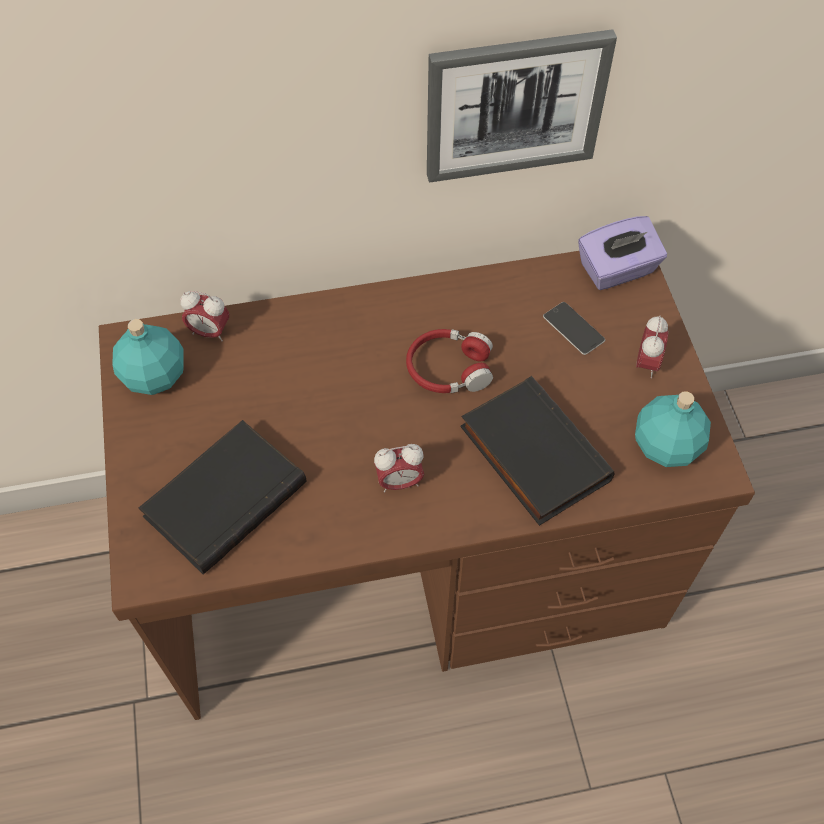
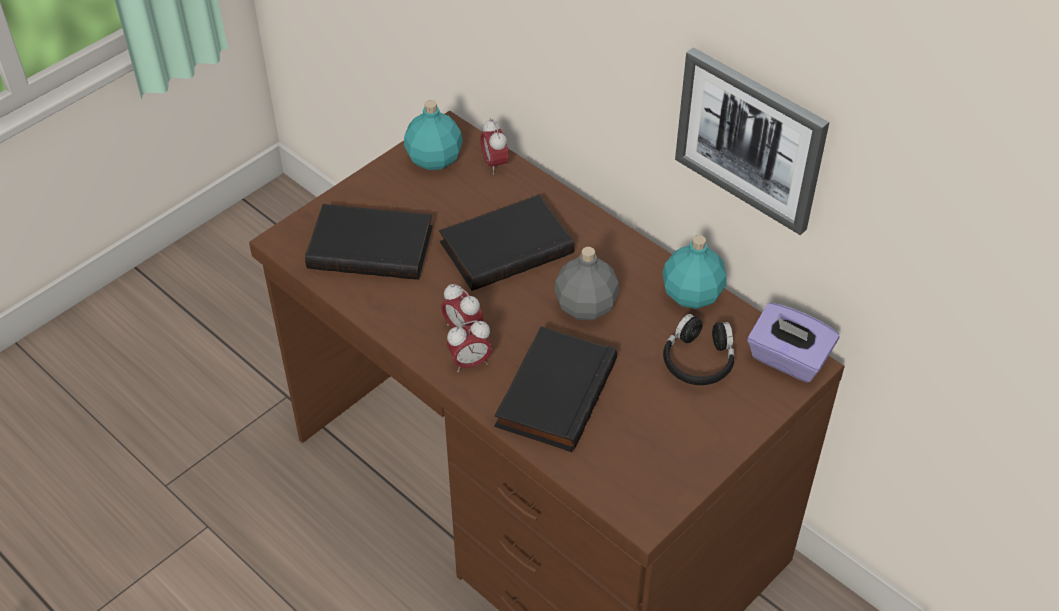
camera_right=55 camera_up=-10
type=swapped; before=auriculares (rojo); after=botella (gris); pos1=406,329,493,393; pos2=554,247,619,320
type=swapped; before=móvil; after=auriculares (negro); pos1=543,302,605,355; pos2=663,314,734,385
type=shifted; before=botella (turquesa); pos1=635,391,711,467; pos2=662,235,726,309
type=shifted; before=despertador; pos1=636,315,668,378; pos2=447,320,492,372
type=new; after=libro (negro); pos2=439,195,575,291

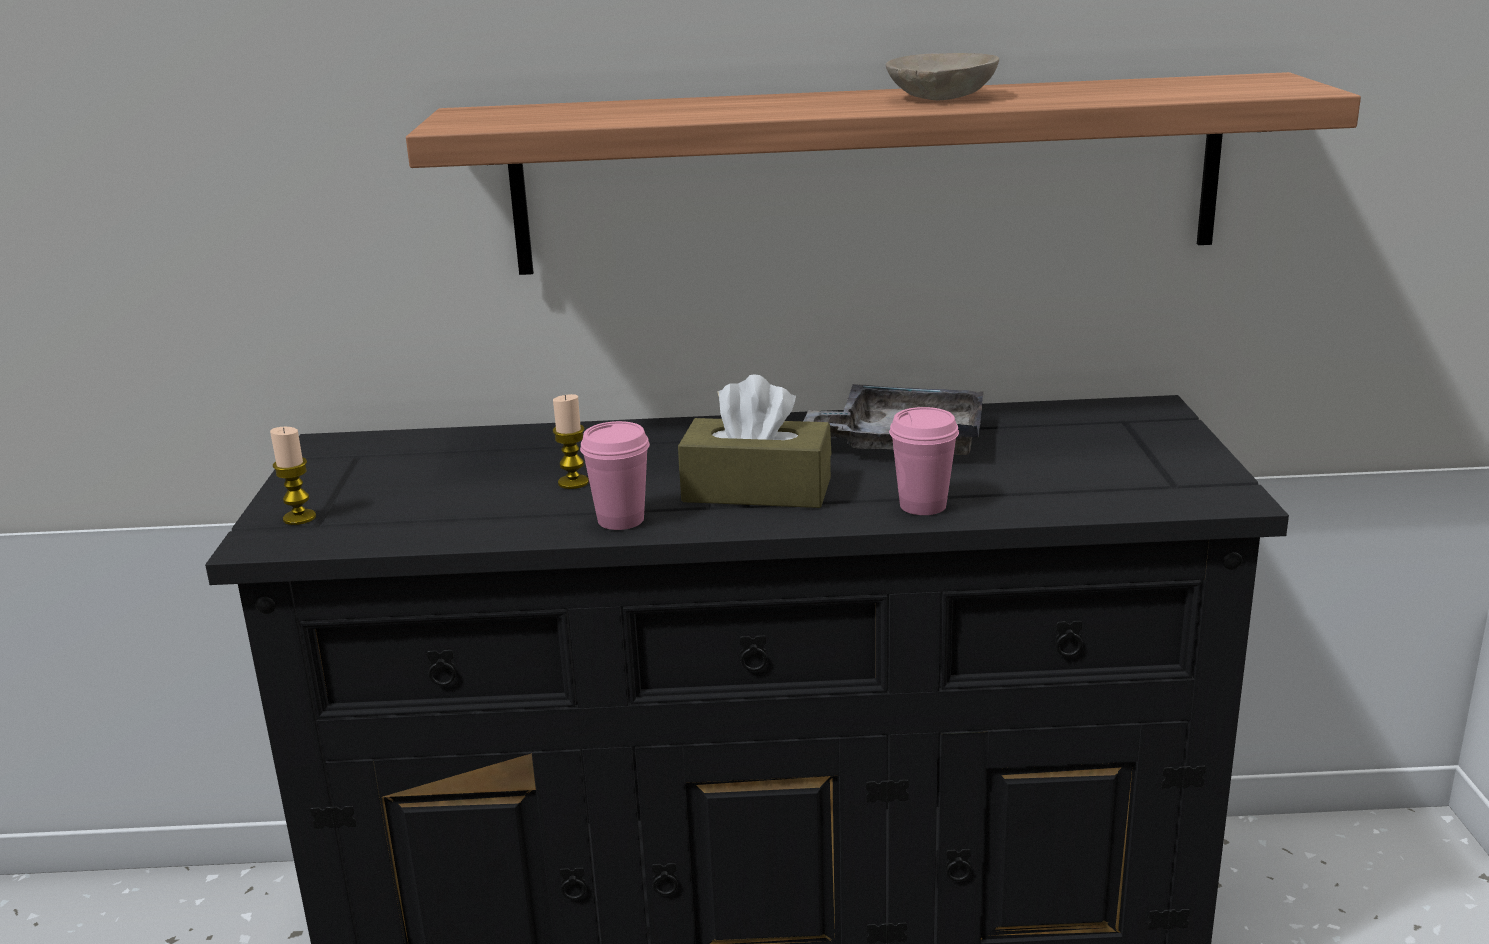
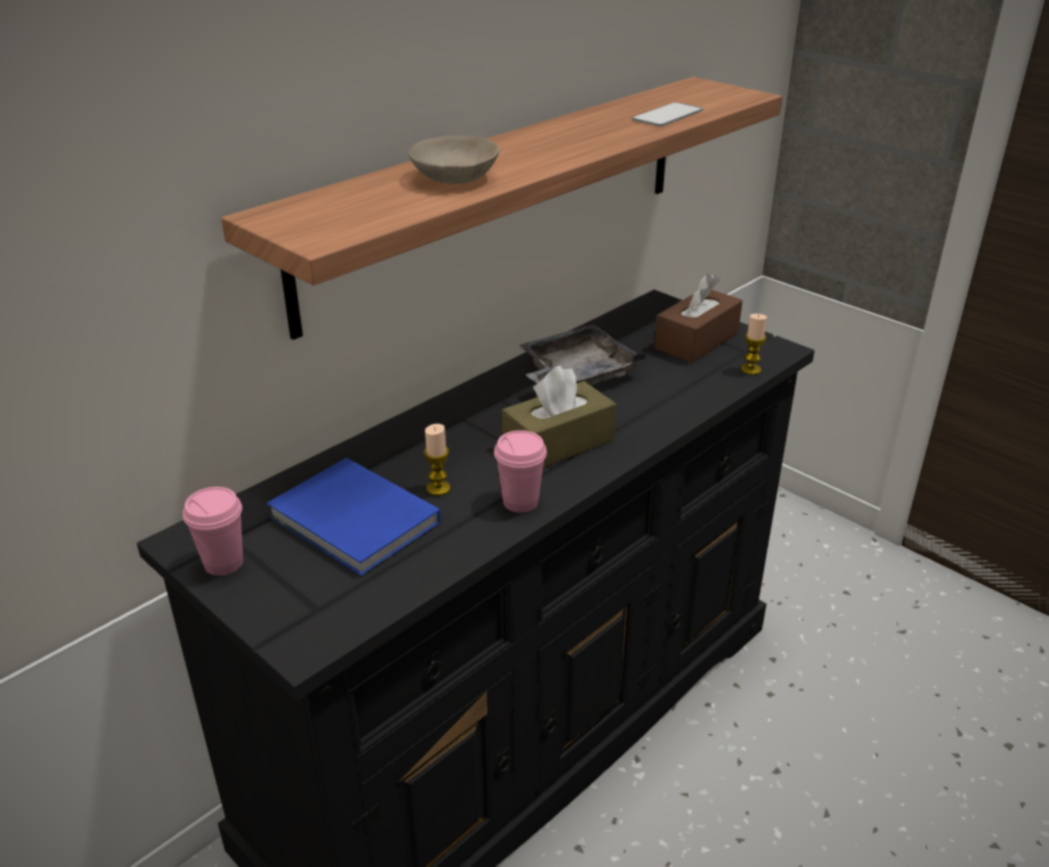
camera_right=-45 camera_up=10
type=shifted; before=vela; pos1=270,427,316,525; pos2=741,314,767,375
type=shifted; before=cuenco (beis); pos1=886,53,999,101; pos2=409,136,499,184
type=shifted; before=taza (rosa); pos1=889,407,959,515; pos2=183,487,243,576
type=new; after=libro (azul); pos2=267,458,441,576
type=new; after=móvil; pos2=633,102,703,126
type=new; after=caja de pañuelos (marrón); pos2=654,274,743,363

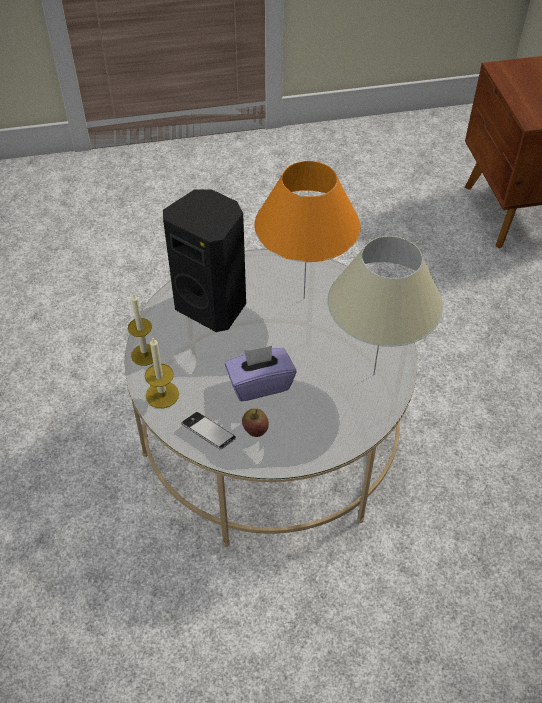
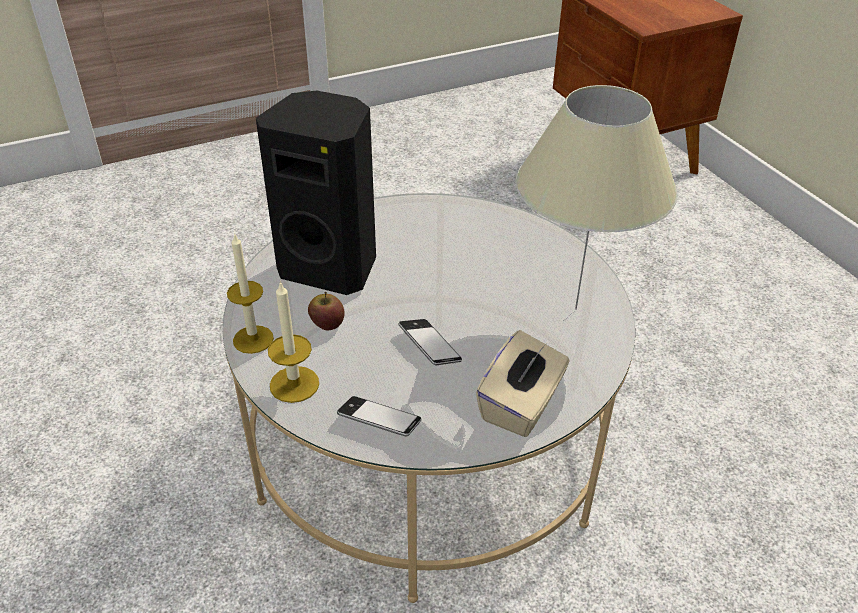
camera_right=-15 camera_up=-10
type=swapped; before=caja de pañuelos (morado); after=móvil; pos1=225,346,297,401; pos2=398,319,462,365
type=shifted; before=manzana; pos1=242,408,269,437; pos2=308,292,345,331
type=gone; before=lámpara de mesa (naranja); pos1=254,161,361,299
type=new; after=caja de pañuelos (beis); pos2=476,330,569,437

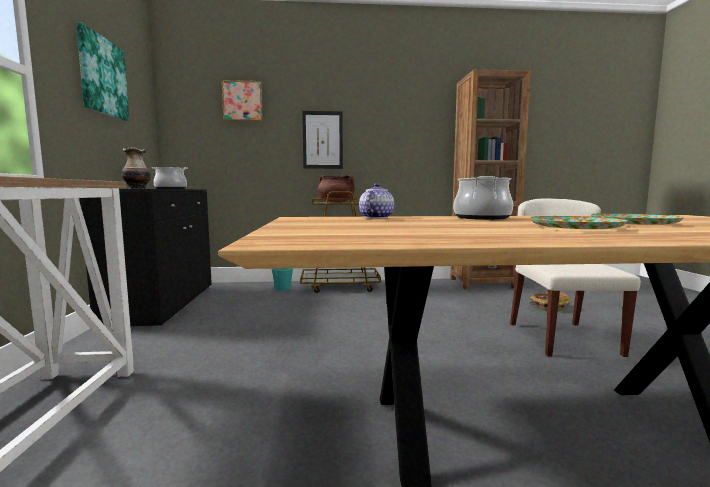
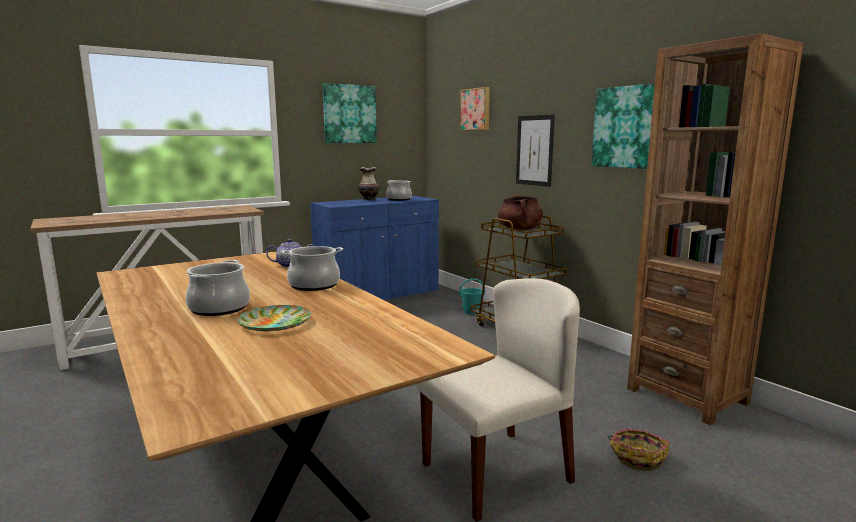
camera_right=60 camera_up=5
type=repainted; before=armario (negro); after=armario (azul); pos1=80,189,212,329; pos2=310,196,439,300
type=swapped; before=plato; after=olla; pos1=530,216,628,229; pos2=185,260,250,316
type=new; after=cuadro; pos2=591,83,655,169

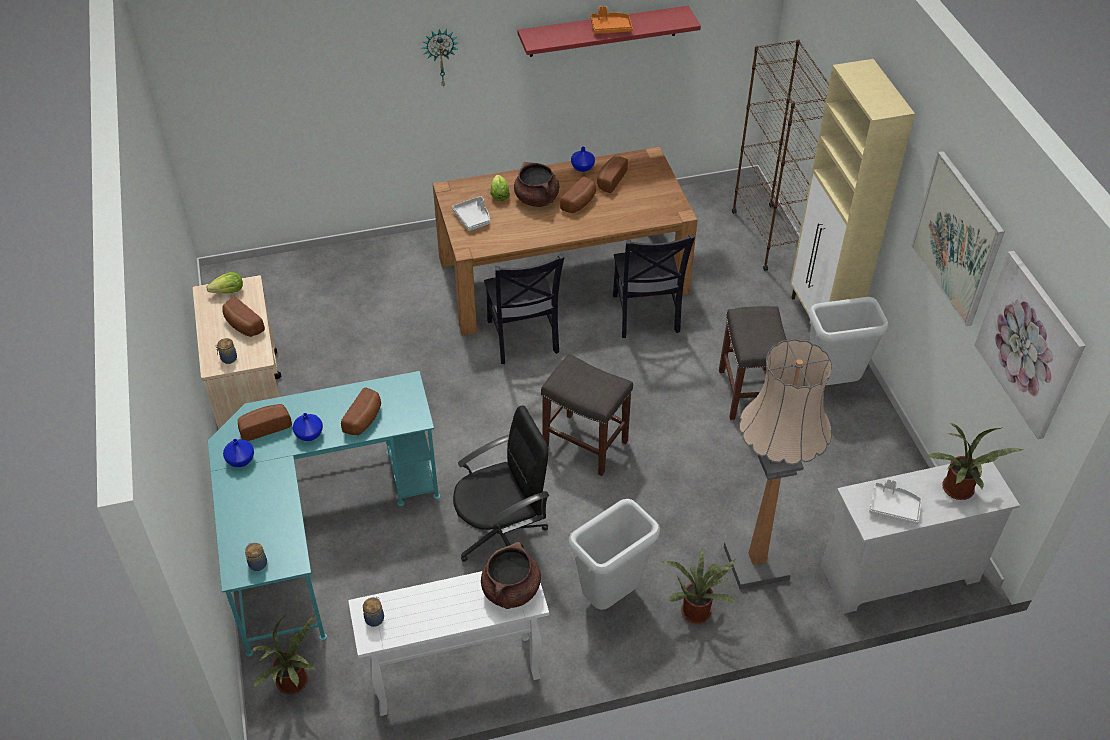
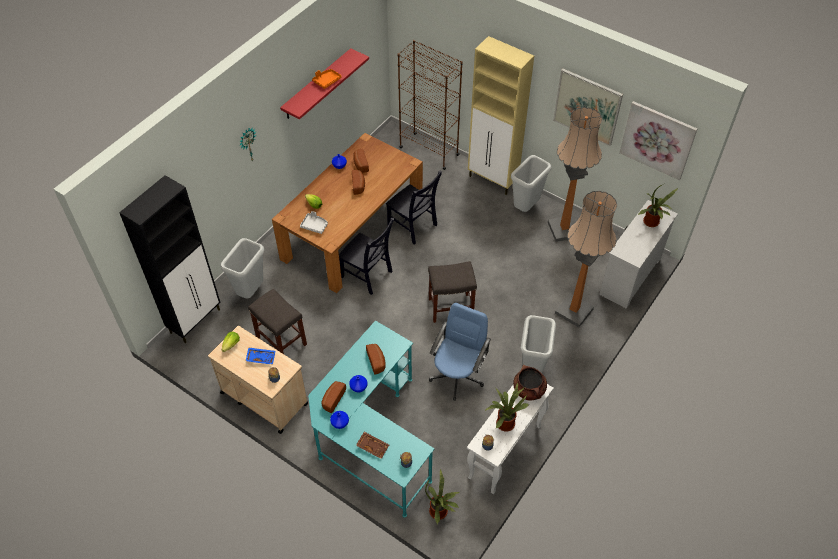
camera_right=-40 camera_up=5
type=swapped; before=pan; after=bandeja (azul); pos1=222,297,265,337; pos2=246,347,275,365
type=repainted; before=silla de oficina (negro); after=silla de oficina (azul); pos1=453,405,549,562; pos2=429,303,491,401
type=gone; before=olla (marrón); pos1=514,162,559,207
type=shifted; before=planta en maceta; pos1=660,547,737,624; pos2=485,382,529,432
type=shifted; before=taburete (gris); pos1=719,306,787,420; pos2=248,289,307,354
type=gone; before=bandeja (gris); pos1=869,479,922,524
type=new; after=armario (negro); pos2=119,175,221,343
type=new; after=papelera (gris); pos2=220,238,264,299
type=new; after=bandeja (marrón); pos2=356,432,389,459
type=new; after=lámpara de pie; pos2=548,107,602,242

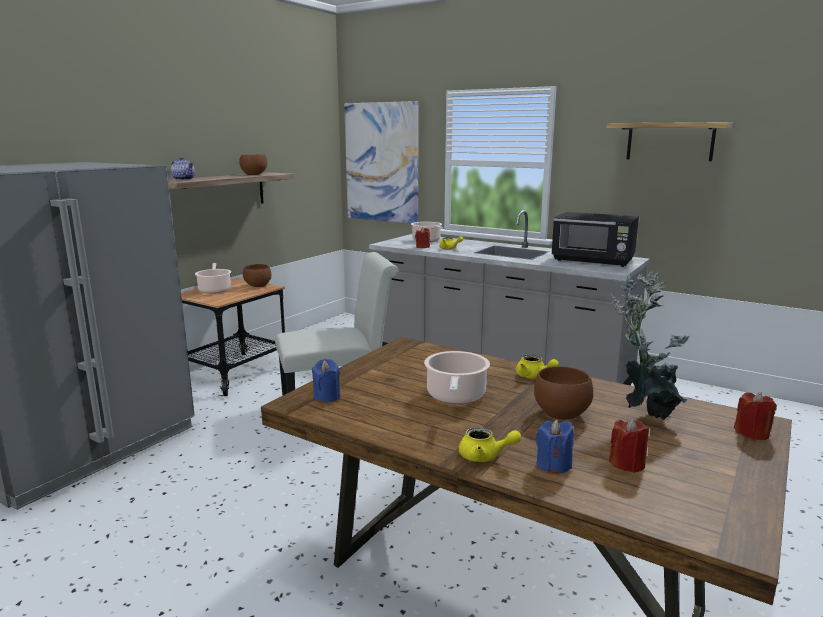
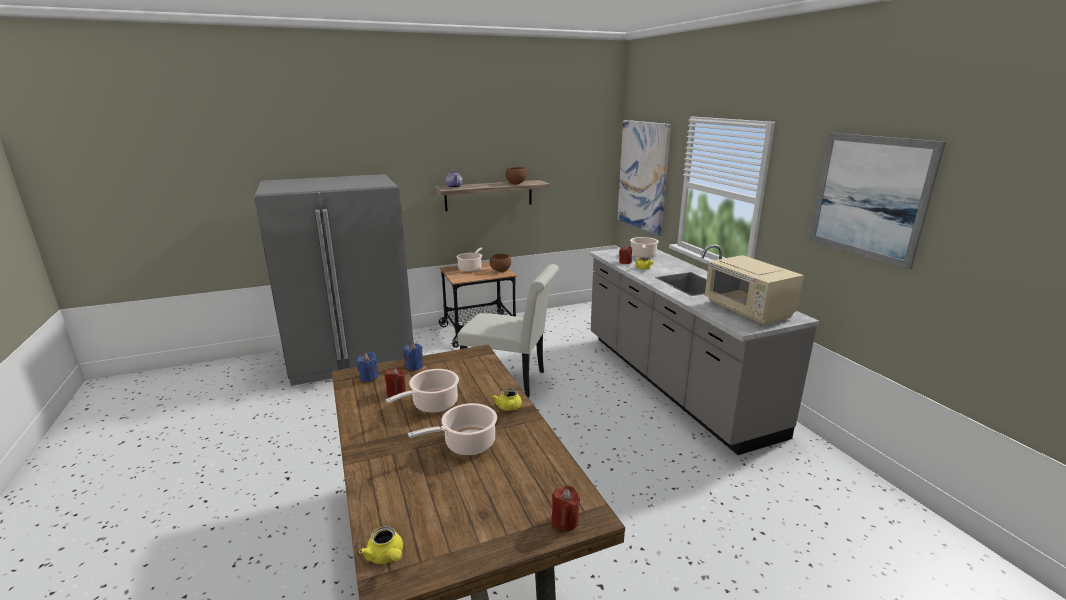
camera_right=35 camera_up=5
type=shifted; before=tetera (amarillo); pos1=459,427,521,462; pos2=359,526,403,564
type=swapped; before=cuenco (marrón); after=olla; pos1=534,366,593,420; pos2=408,403,497,455
type=shifted; before=vela (azul); pos1=536,420,574,474; pos2=404,343,424,370
type=repainted; before=microondas (negro); after=microondas (beis); pos1=552,212,639,267; pos2=704,255,804,325
type=swapped; before=estante; after=cuadro; pos1=606,122,733,161; pos2=809,133,946,270
type=shifted; before=vela (rojo); pos1=609,419,649,473; pos2=384,367,406,397
type=gone; before=planta en maceta; pos1=610,271,690,420

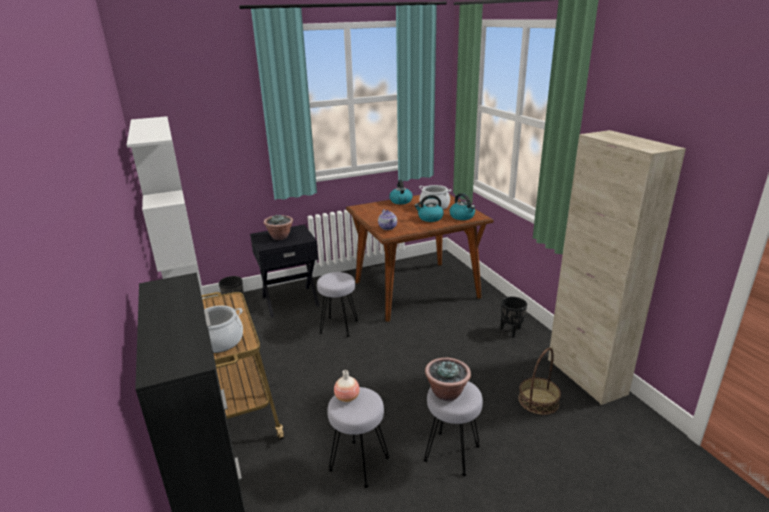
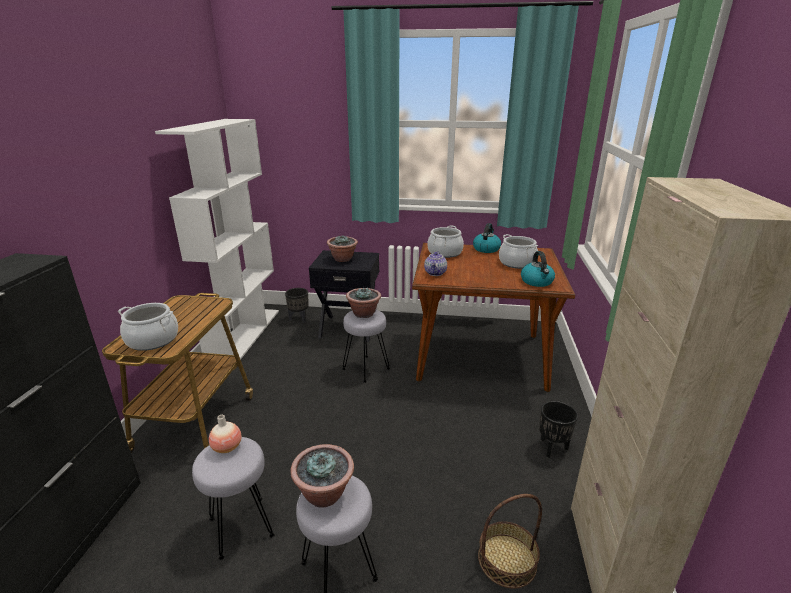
camera_right=30 camera_up=0
type=gone; before=hervidor; pos1=414,195,444,222
type=new; after=planta en maceta; pos2=346,287,381,318
type=new; after=olla; pos2=427,226,464,258

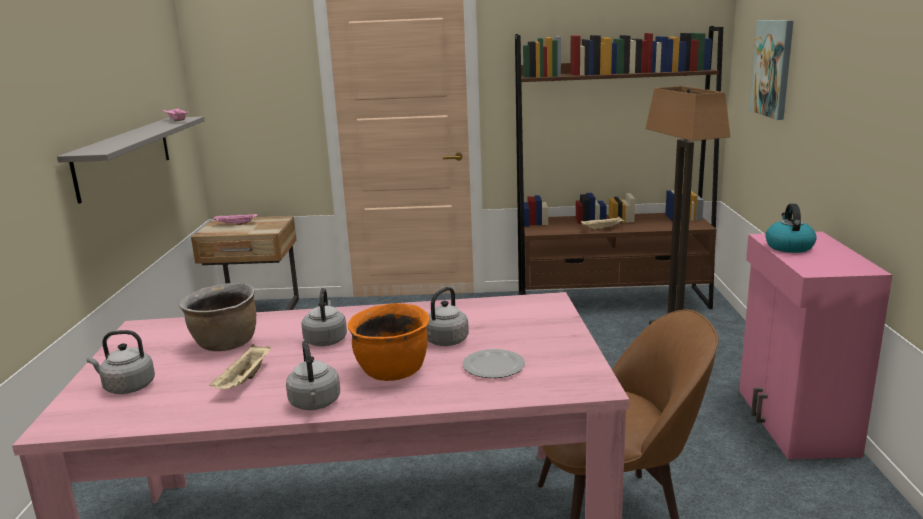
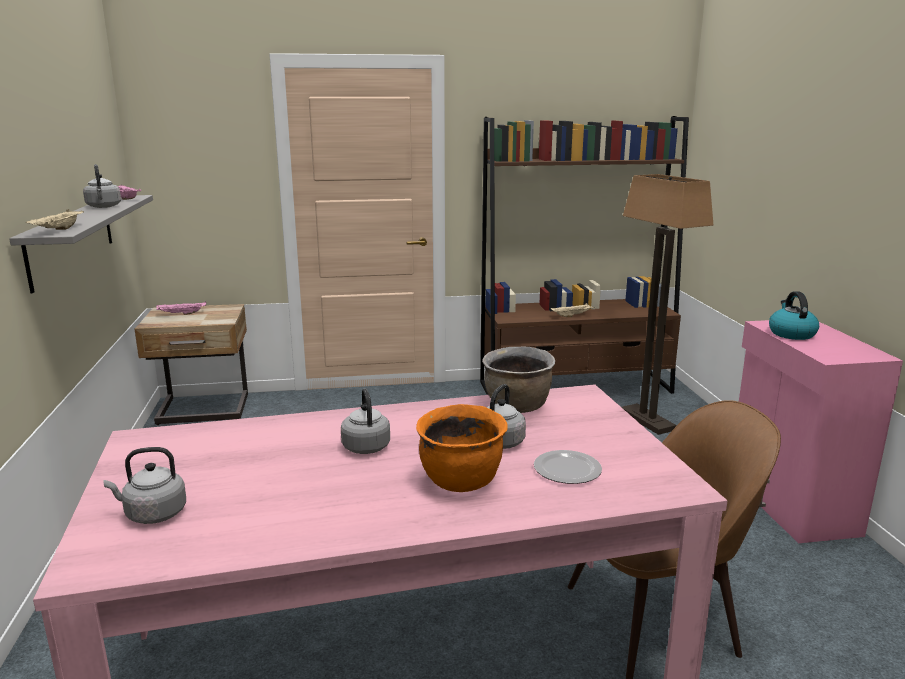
camera_right=-10 camera_up=0
type=shifted; before=olla (marrón); pos1=179,283,256,351; pos2=482,347,555,413
type=shifted; before=bandeja (beis); pos1=209,344,271,389; pos2=26,209,84,230
type=shifted; before=hervidor (gris); pos1=286,340,340,410; pos2=83,164,121,208
type=gone; before=cuadro; pos1=749,20,794,120

